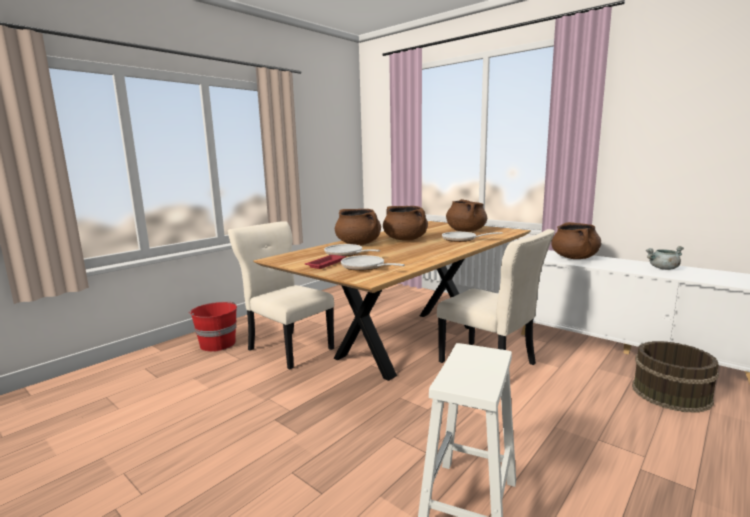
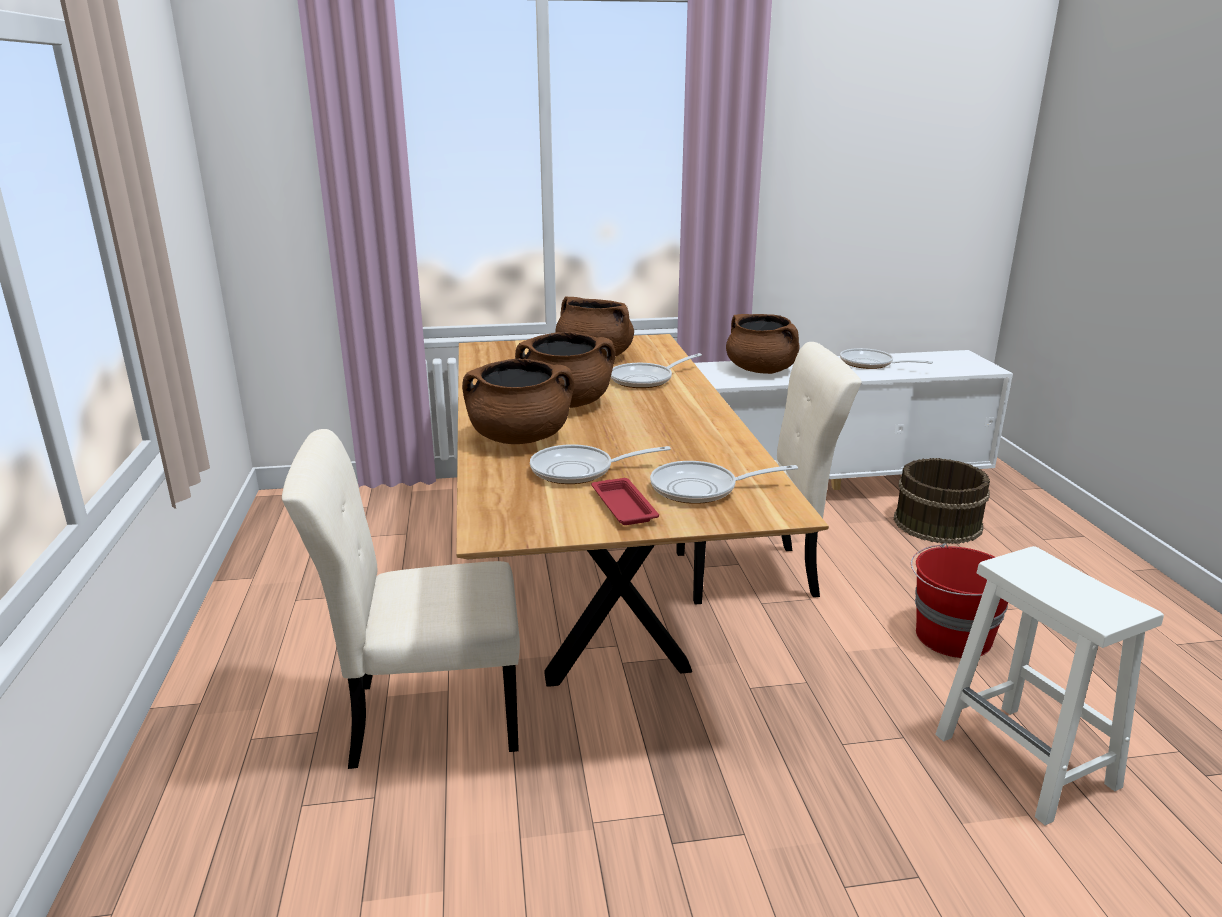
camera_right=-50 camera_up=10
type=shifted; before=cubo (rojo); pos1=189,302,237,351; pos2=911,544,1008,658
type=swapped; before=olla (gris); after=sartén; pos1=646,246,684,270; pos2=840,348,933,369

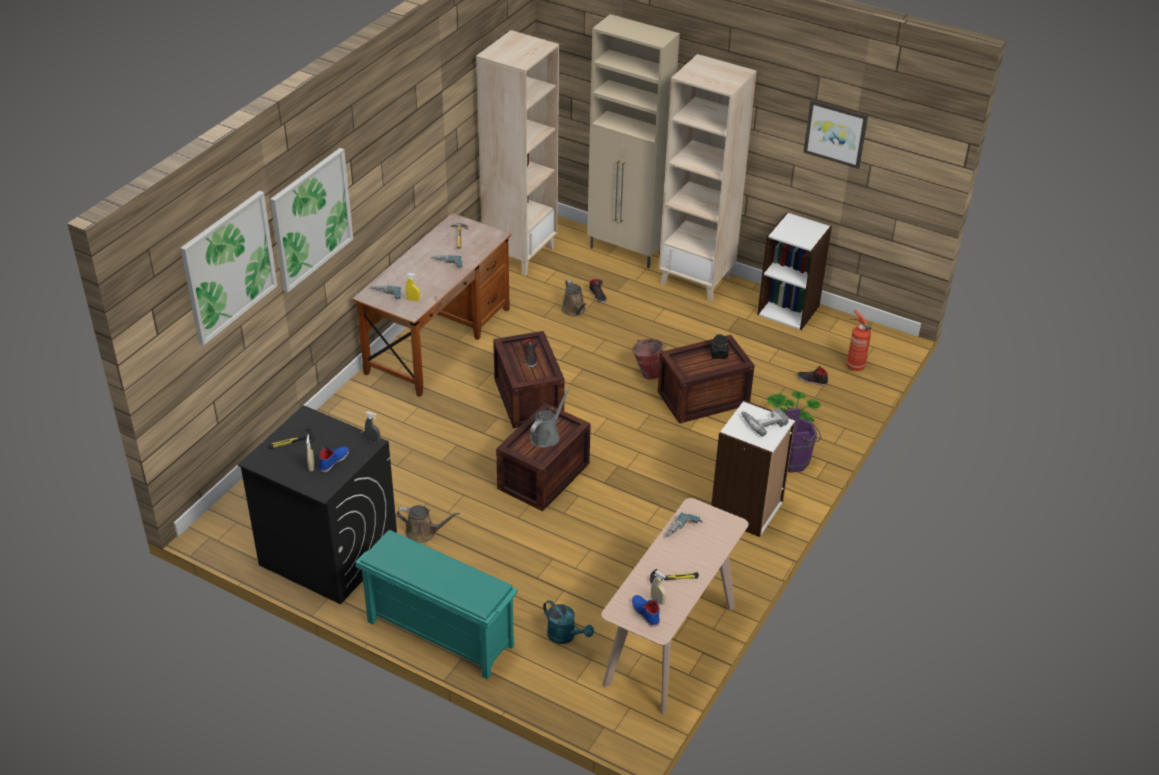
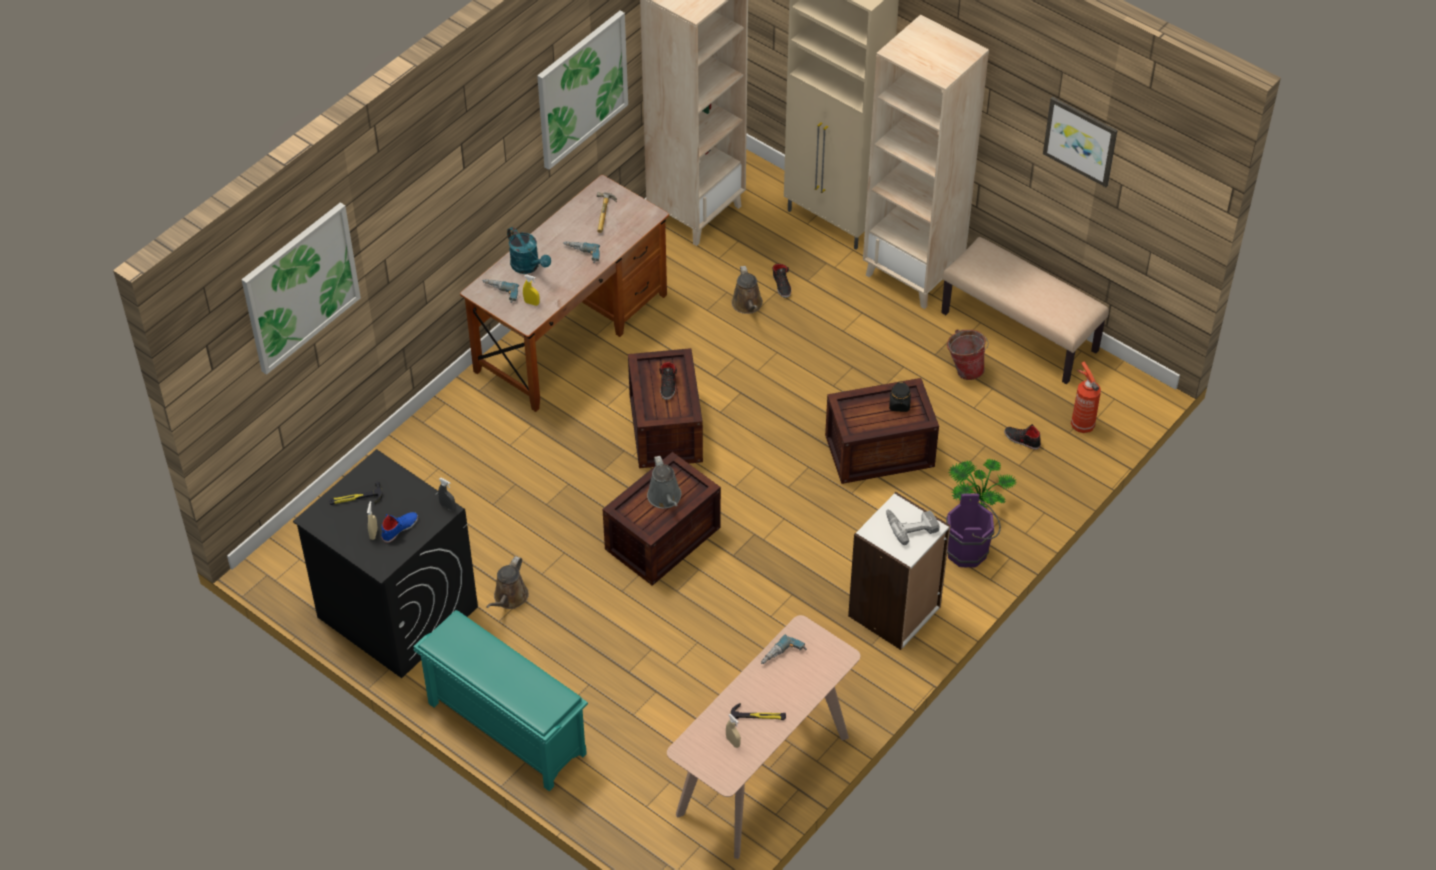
camera_right=10 camera_up=10
type=shifted; before=cuadro; pos1=270,148,353,293; pos2=537,11,628,170
type=rotated; before=regadera (marrón); pos1=397,505,460,544; pos2=486,556,529,609; turn=90
type=rotated; before=regadera (gris); pos1=530,388,570,448; pos2=647,456,682,509; turn=120
type=shifted; before=regadera (turquesa); pos1=543,600,594,644; pos2=507,227,551,274
type=shifted; before=cubo; pos1=632,339,666,379; pos2=947,329,989,380
type=gone; before=zapato (azul); pos1=632,595,660,627
type=swapped; before=estantería (blanco); after=banco (beis); pos1=757,212,832,330; pos2=941,237,1109,384

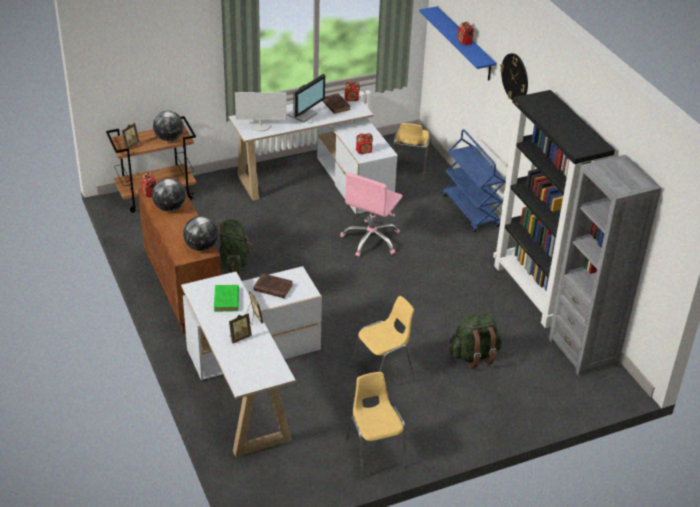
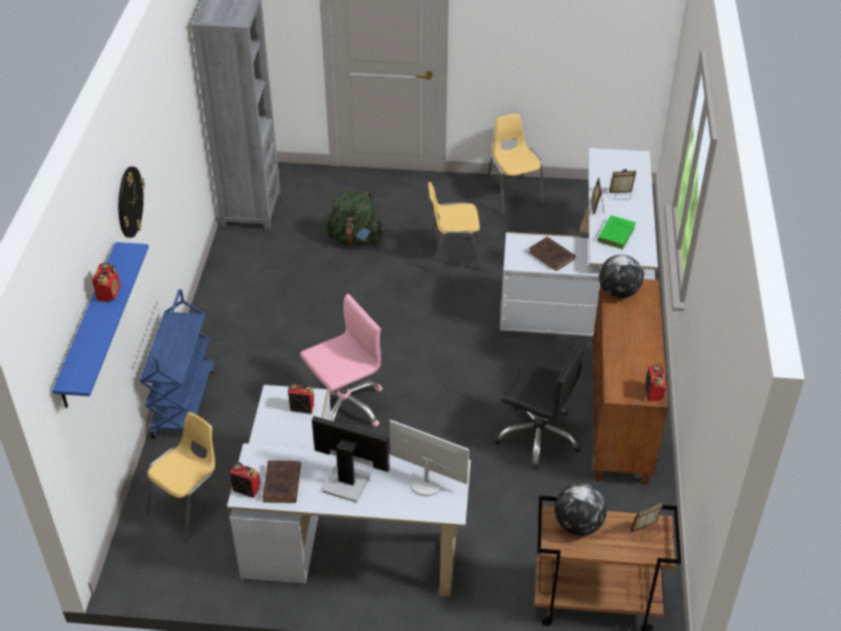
camera_right=-150 camera_up=5
type=gone; before=globo terráqueo; pos1=152,178,186,212
type=swapped; before=mochila (verde); after=silla de oficina (negro); pos1=216,219,253,273; pos2=494,340,586,470
type=rotated; before=monitor; pos1=287,74,325,123; pos2=312,416,390,503; turn=45
type=rotated; before=silla (amarillo); pos1=346,372,407,478; pos2=485,114,544,215; turn=150
type=gone; before=estantería (negro); pos1=493,90,615,328

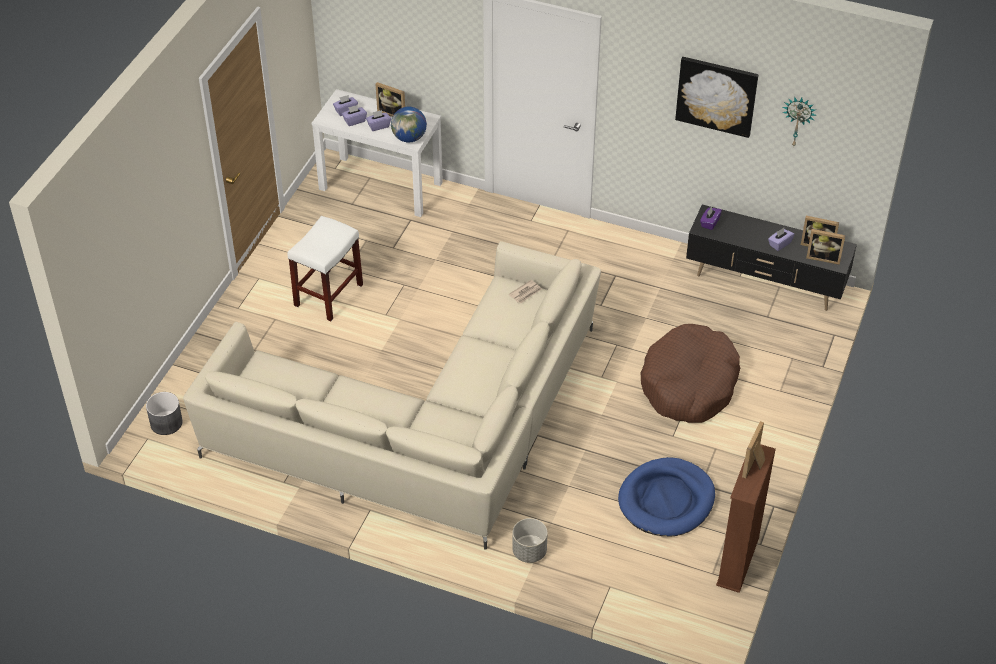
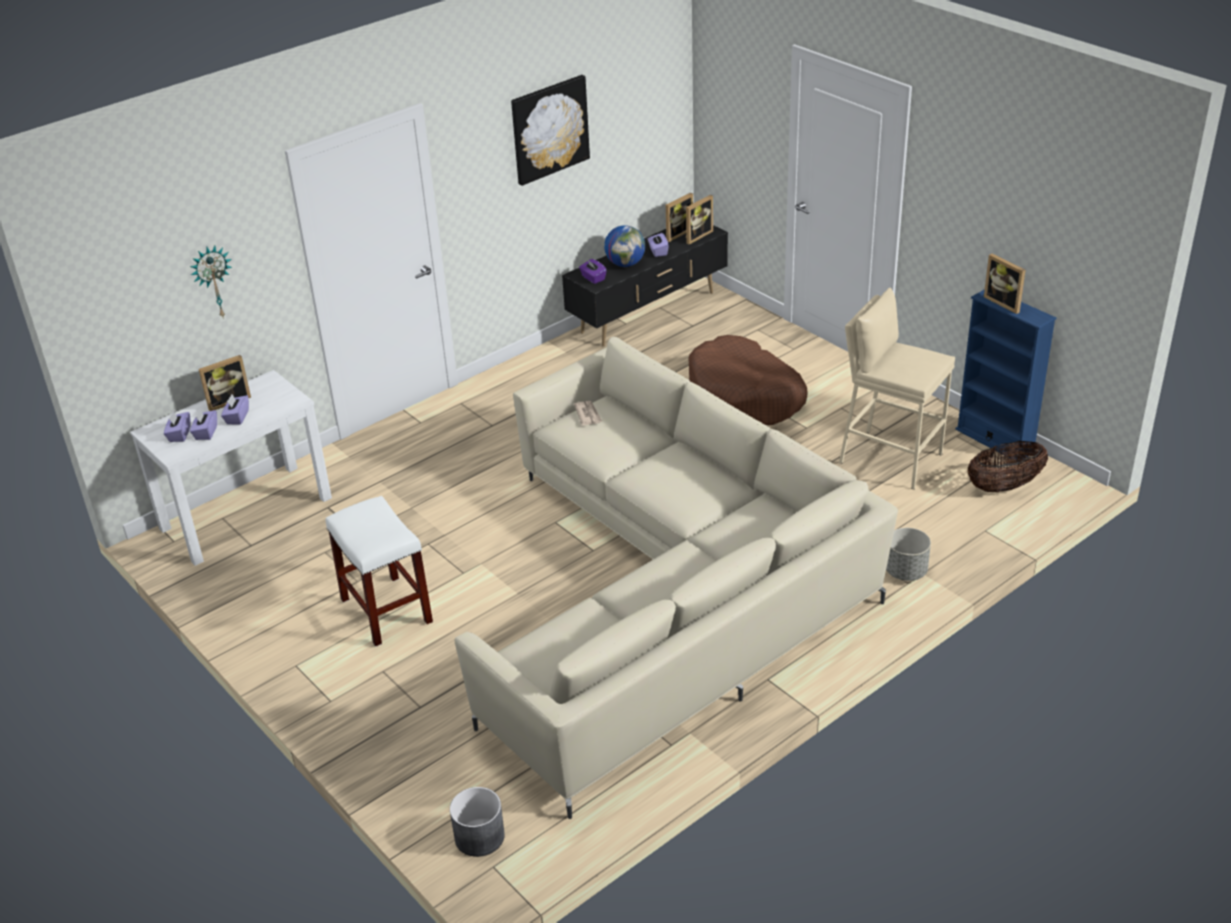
camera_right=-60 camera_up=-10
type=shifted; before=globo terráqueo; pos1=391,106,427,142; pos2=604,225,645,267
type=swapped; before=cama para perro (azul); after=taburete (beis); pos1=618,457,715,536; pos2=839,288,955,490
type=repainted; before=estantería (marrón); after=estantería (azul); pos1=716,444,776,593; pos2=955,289,1057,463
type=shifted; before=reloj de pared; pos1=782,96,817,147; pos2=190,246,232,319
type=new; after=cesta; pos2=968,441,1048,492

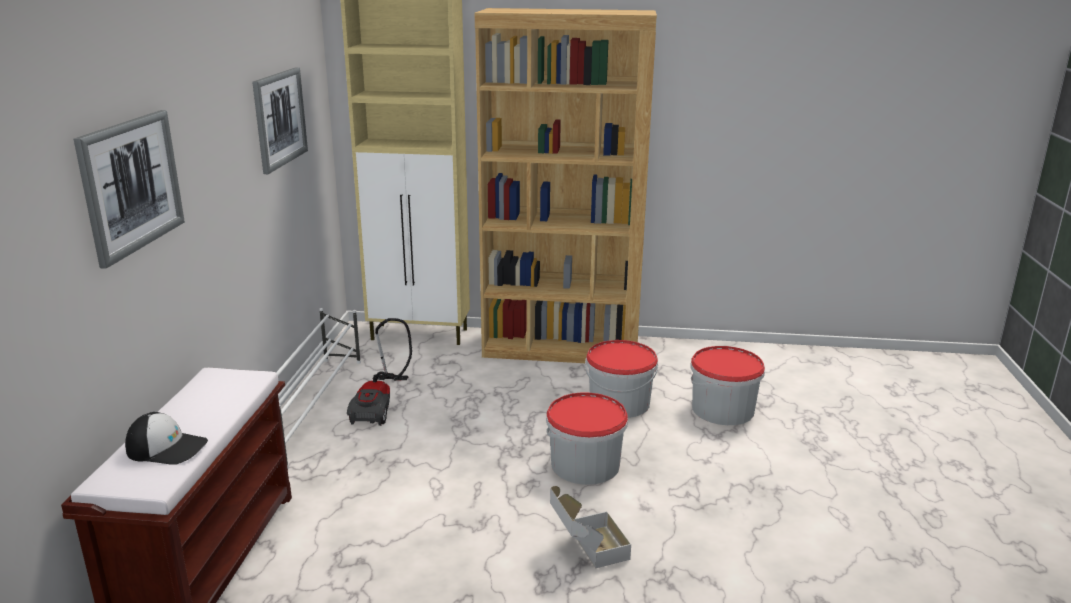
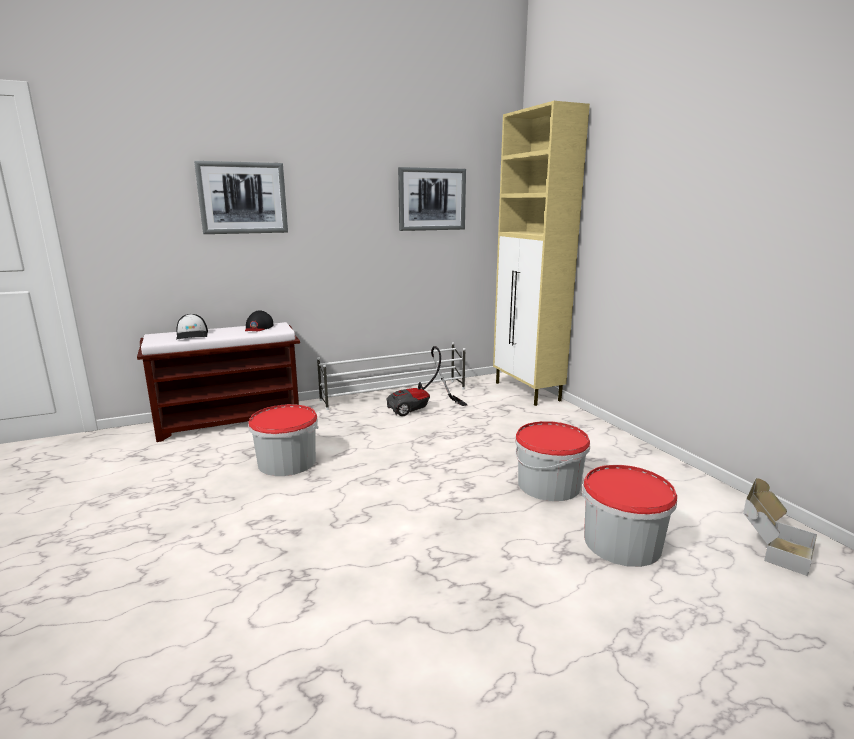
camera_right=60 camera_up=-5
type=gone; before=estantería (marrón); pos1=475,8,657,363
type=shifted; before=cubo; pos1=546,392,628,485; pos2=248,404,319,476
type=shifted; before=caja de cartón; pos1=550,486,631,568; pos2=743,478,817,576
type=new; after=gorra (negro); pos2=245,310,273,331

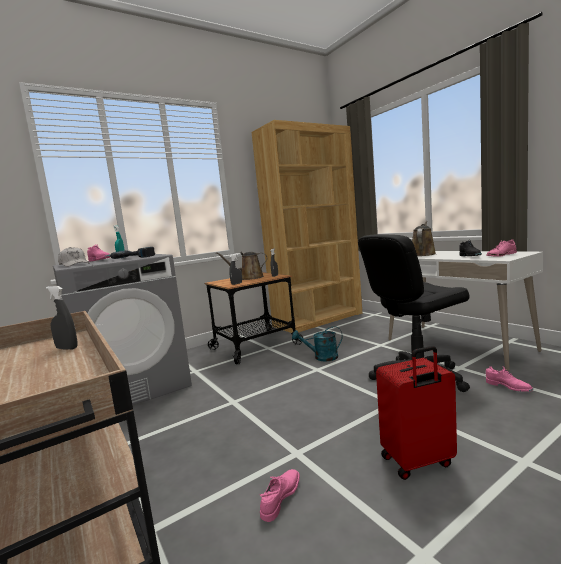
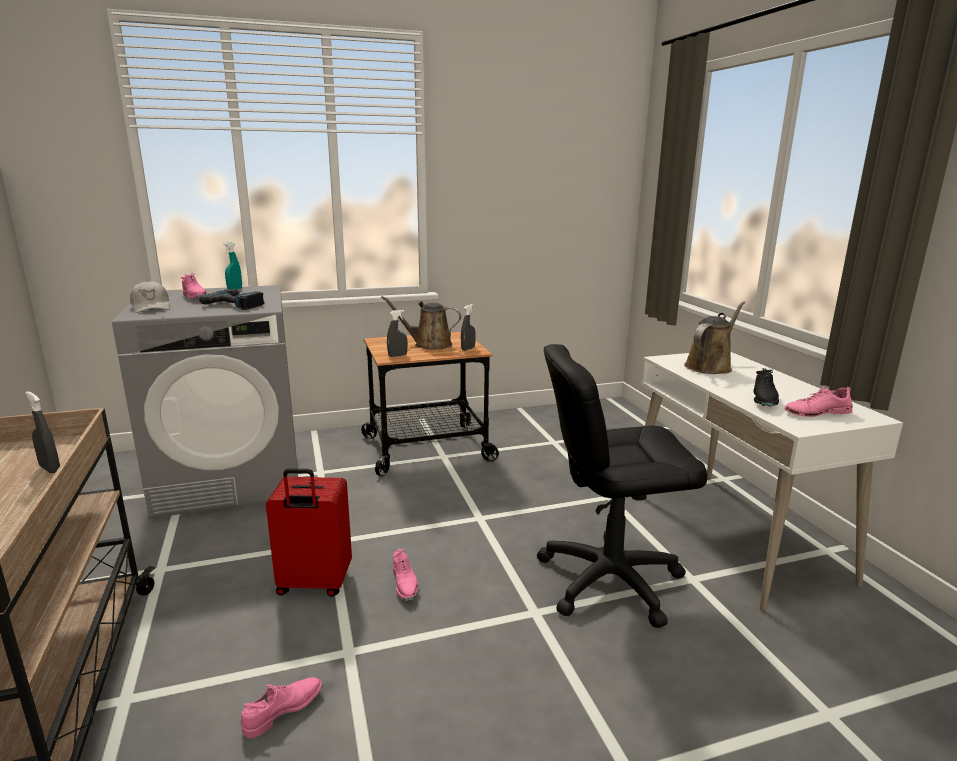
camera_right=15 camera_up=10
type=gone; before=estantería (marrón); pos1=251,120,363,333
type=gone; before=regadera (turquesa); pos1=292,326,343,361
type=shifted; before=maleta (rojo); pos1=376,346,457,480; pos2=266,468,352,597
type=shifted; before=zapato (rosa); pos1=486,366,533,392; pos2=393,548,418,601

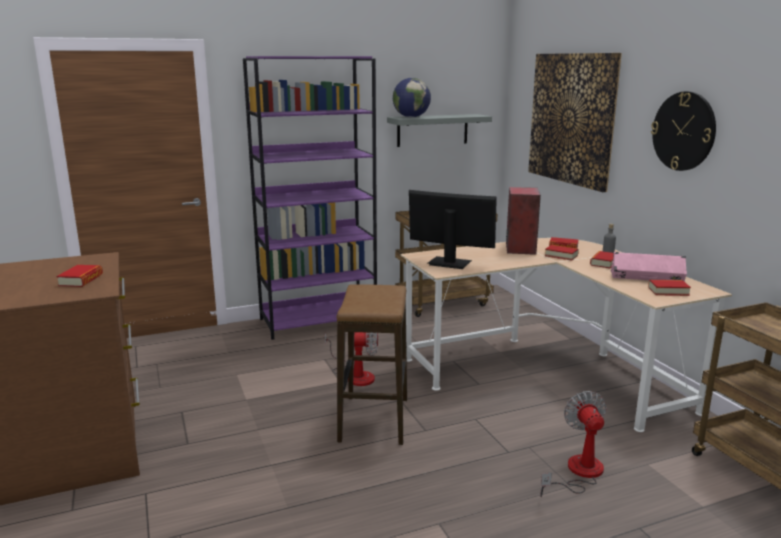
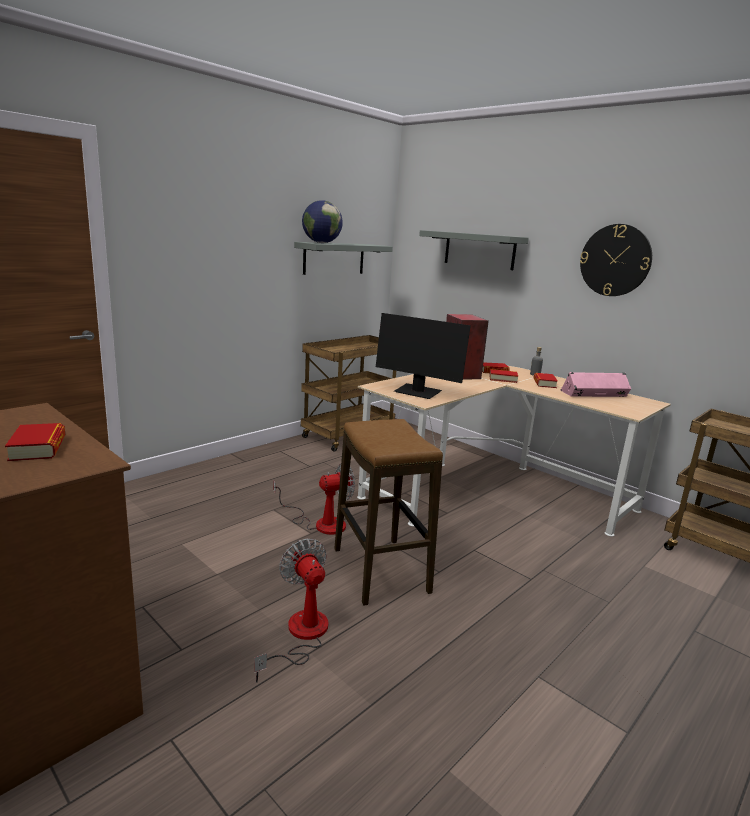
camera_right=-25 camera_up=0
type=gone; before=estantería (morado); pos1=243,56,377,340
type=rotated; before=monitor; pos1=409,190,497,269; pos2=376,313,471,399; turn=-150
type=swapped; before=cuadro; after=estante (gris); pos1=528,53,622,192; pos2=419,230,529,270
type=shifted; before=ventilador; pos1=540,391,607,497; pos2=254,538,328,682
type=gone; before=libro; pos1=648,280,691,296

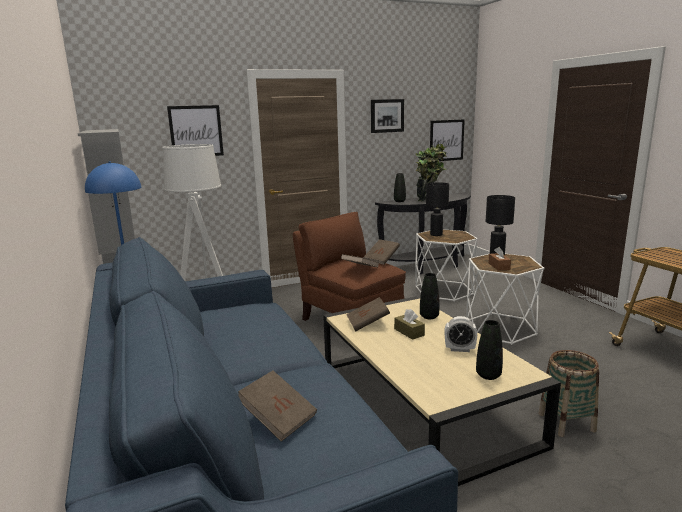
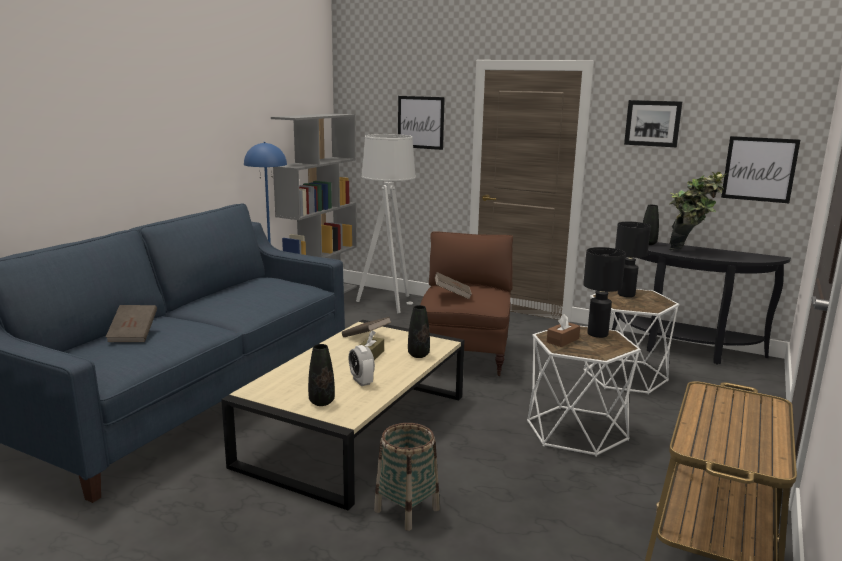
camera_right=50 camera_up=0
type=gone; before=libro (marrón); pos1=364,239,400,265

